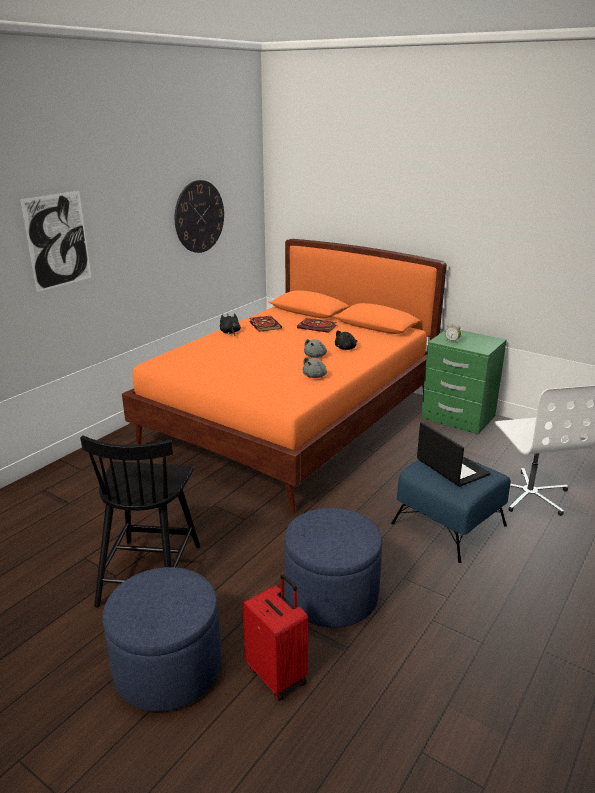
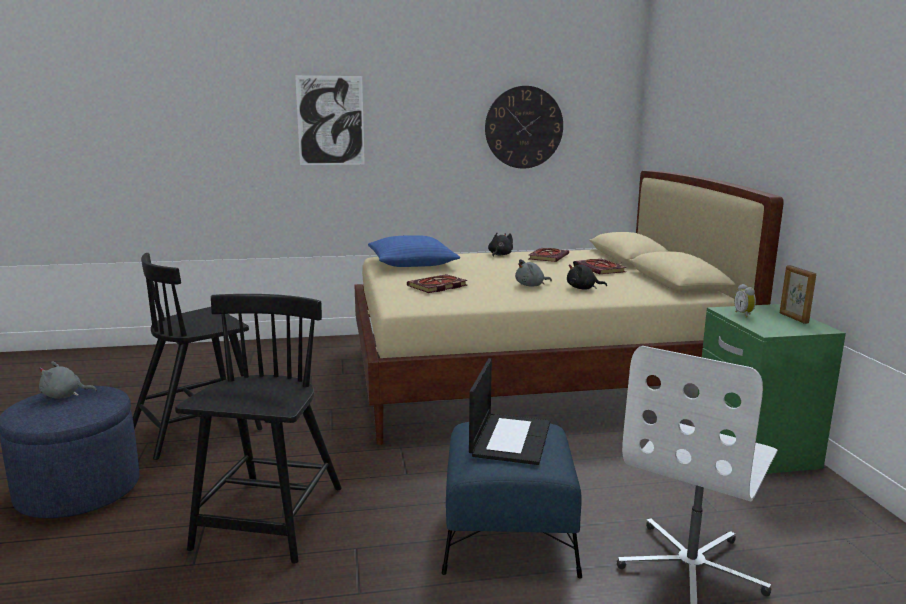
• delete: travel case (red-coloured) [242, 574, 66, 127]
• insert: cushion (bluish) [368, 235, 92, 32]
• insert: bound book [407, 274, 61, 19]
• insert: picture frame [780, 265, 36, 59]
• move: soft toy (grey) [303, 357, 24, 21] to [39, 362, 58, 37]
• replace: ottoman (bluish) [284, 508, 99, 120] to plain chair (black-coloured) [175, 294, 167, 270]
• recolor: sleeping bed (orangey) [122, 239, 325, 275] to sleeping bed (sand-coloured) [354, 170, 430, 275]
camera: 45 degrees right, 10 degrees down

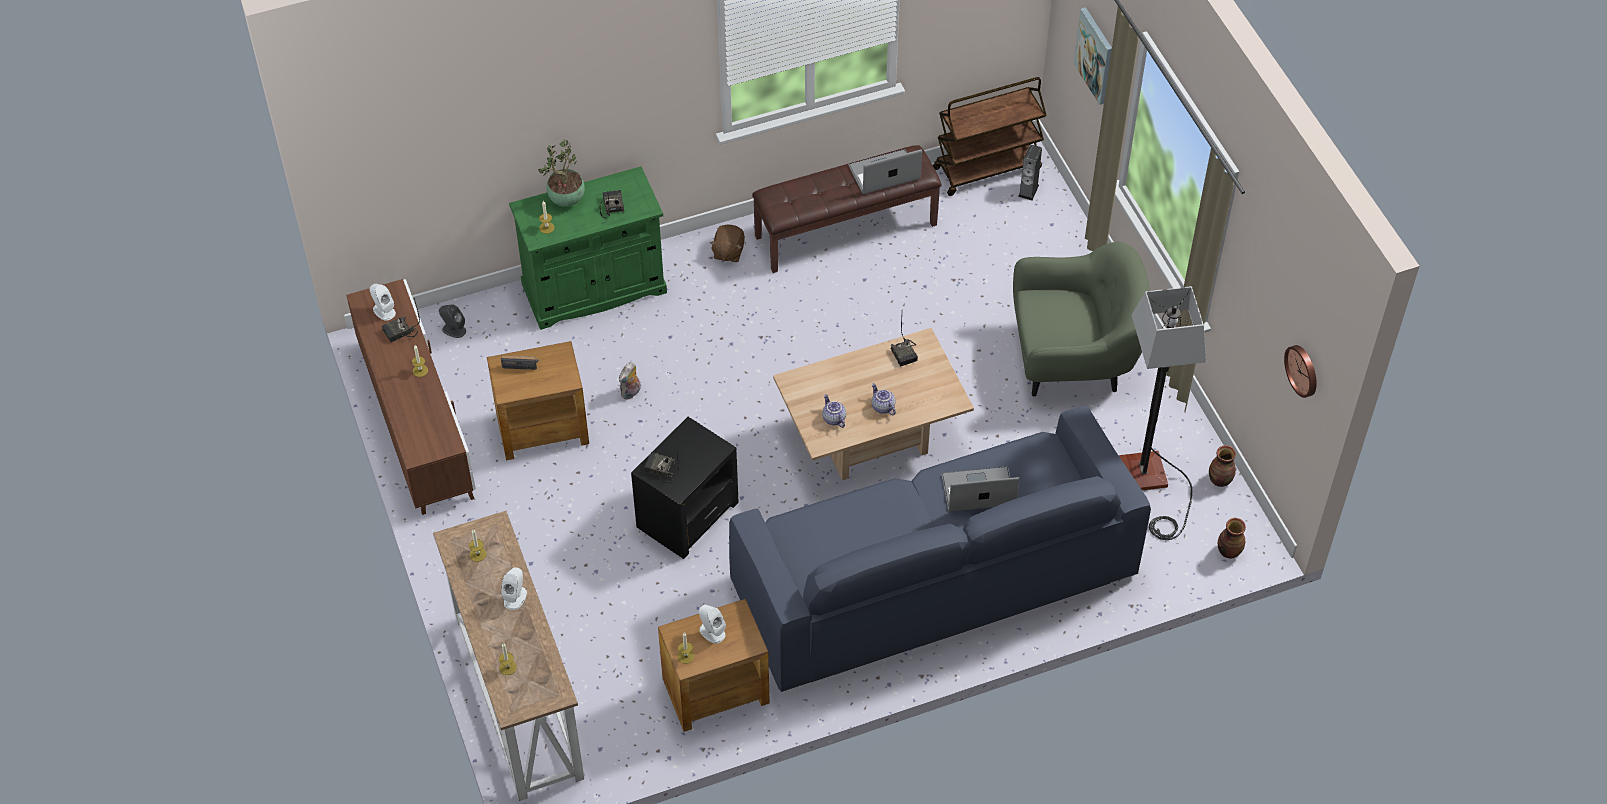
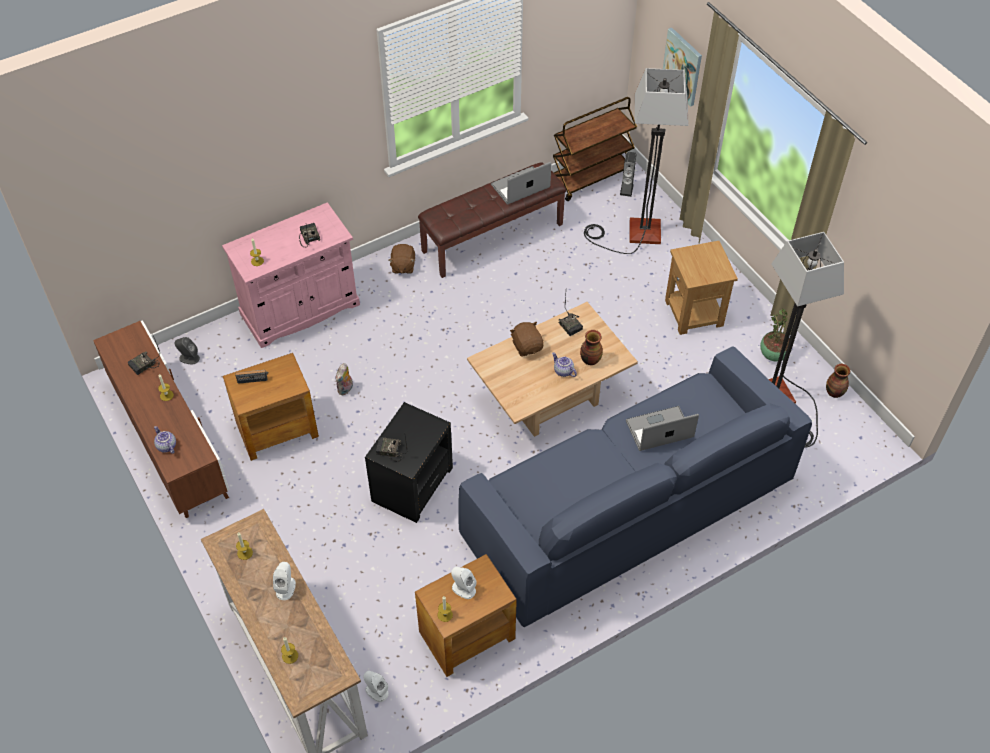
• delete: hanging clock [1284, 345, 33, 53]
• insert: soft toy (brownish) [510, 321, 34, 35]
• insert: standing lamp [584, 68, 105, 186]
• move: audio speaker (white) [370, 284, 26, 37] to [364, 671, 25, 31]
• move: plant in a pot [538, 139, 47, 68] to [761, 309, 29, 53]
• move: teapot [822, 394, 24, 34] to [154, 426, 22, 28]
• move: decorative vase [1218, 518, 28, 40] to [580, 330, 23, 35]
• replace: easy chair (green-coloured) [1013, 242, 137, 155] to end table (brownish) [665, 241, 73, 94]
• recolor: cupboard (green-coloured) [509, 166, 158, 164] to cupboard (pink) [222, 202, 138, 146]
camera: 10 degrees left, 0 degrees up

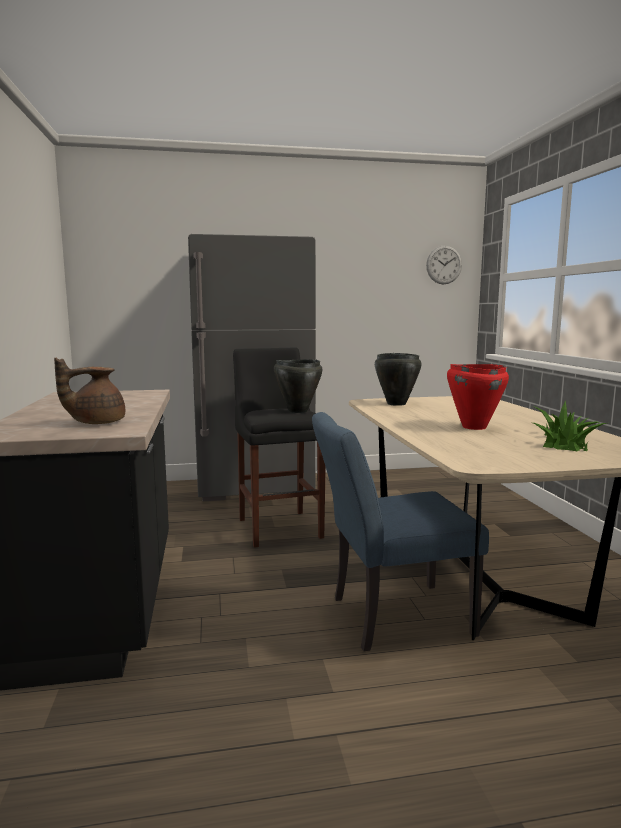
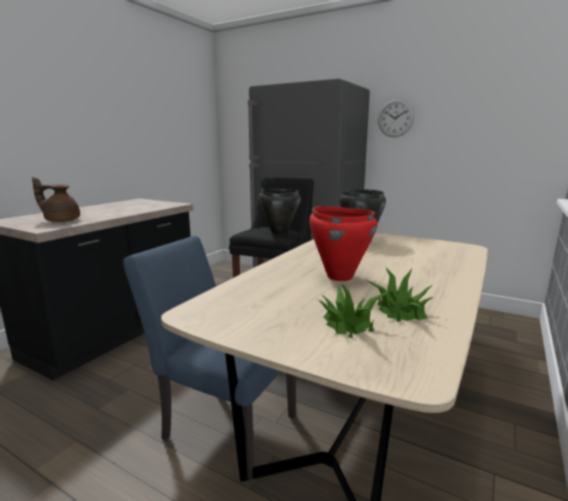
• move: hanging clock [426, 245, 36, 39] to [378, 99, 36, 38]
camera: 40 degrees right, 5 degrees up

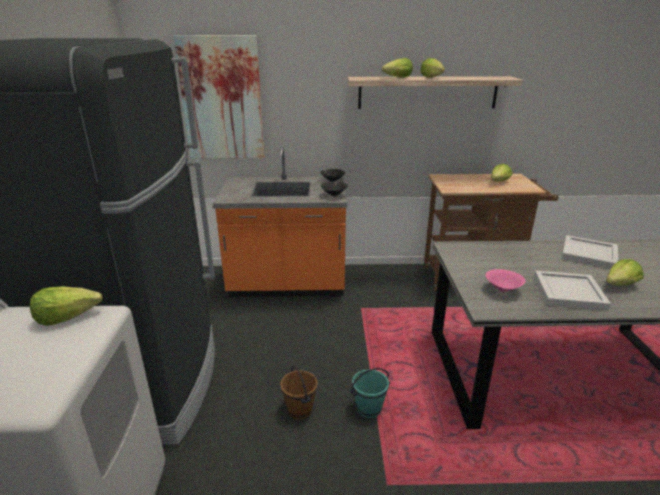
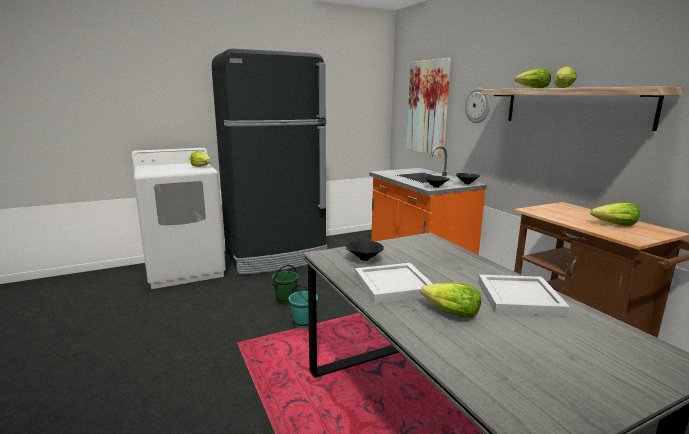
• insert: hanging clock [465, 88, 25, 35]
• recolor: water bucket (brownish) [280, 365, 38, 55] to water bucket (green-coloured) [272, 265, 26, 39]
• recolor: deep dish (pink) [485, 269, 41, 24] to deep dish (black-coloured) [345, 240, 39, 21]
camera: 65 degrees right, 10 degrees down

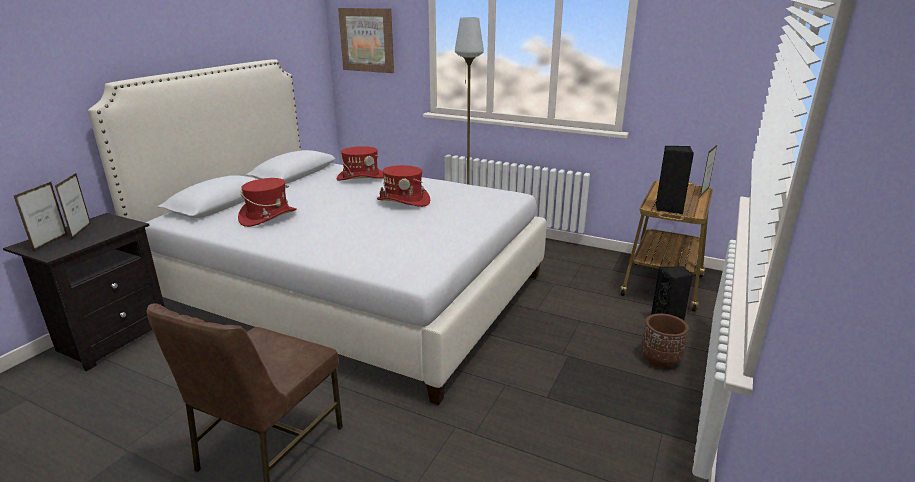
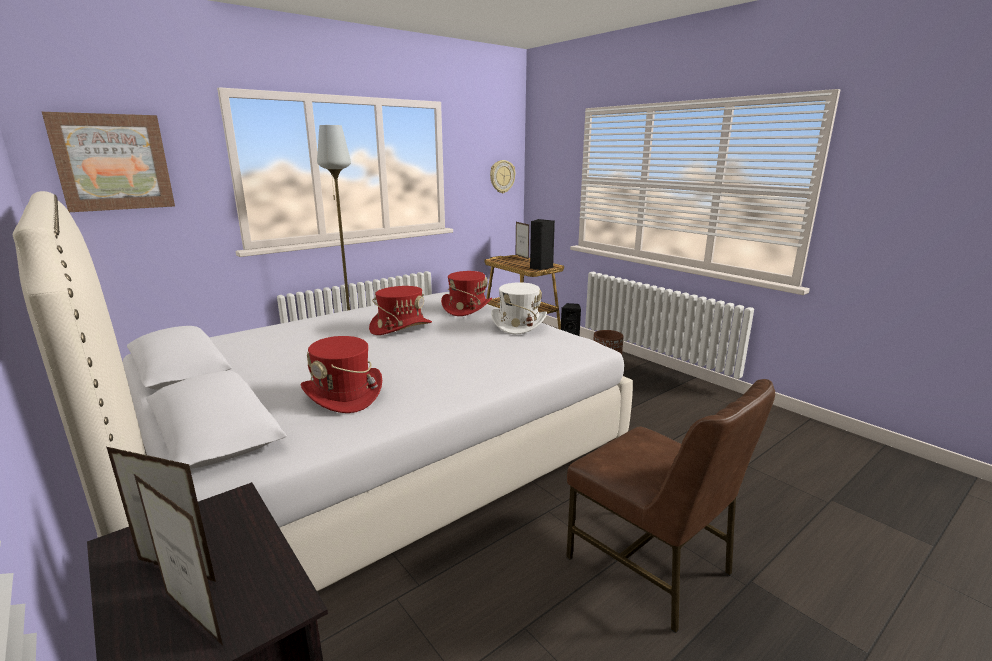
• insert: hanging clock [490, 160, 25, 33]
• insert: wearable hat (white) [491, 282, 56, 52]
• move: wearable hat (red-coloured) [336, 146, 48, 35] to [441, 271, 51, 45]
camera: 65 degrees left, 5 degrees down

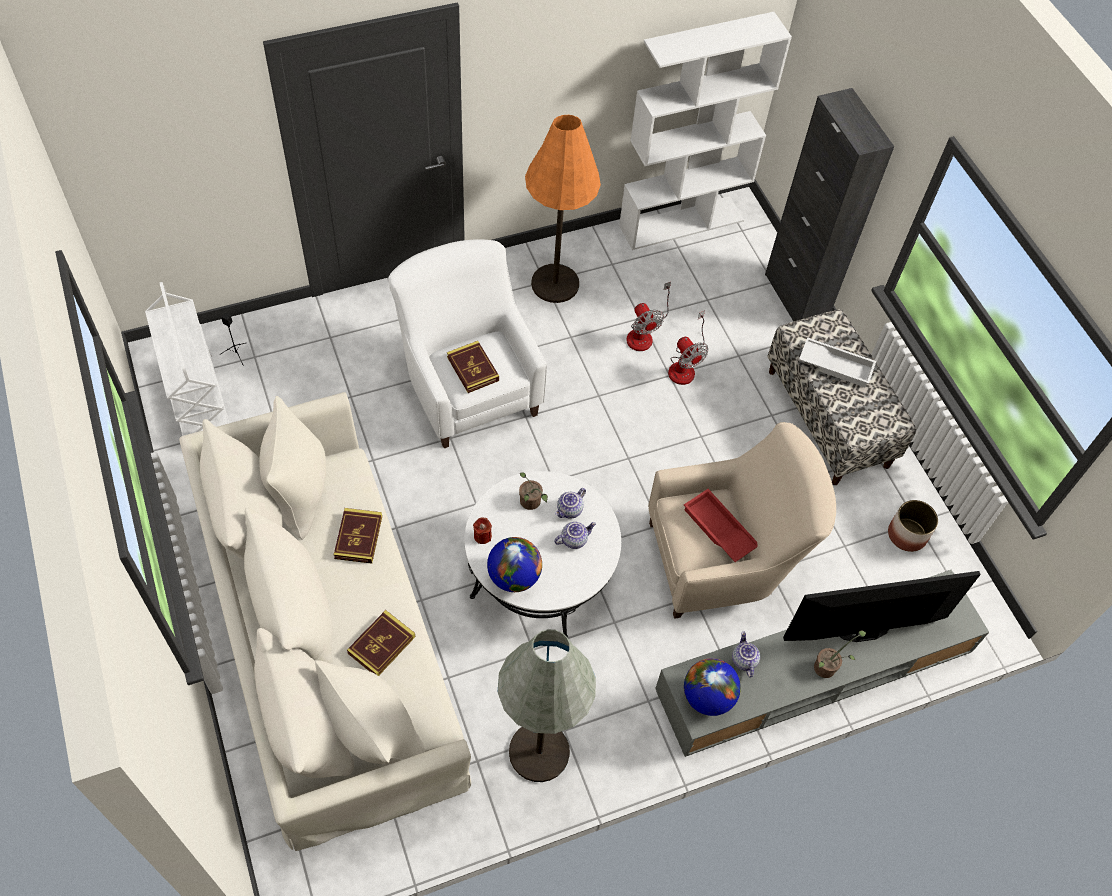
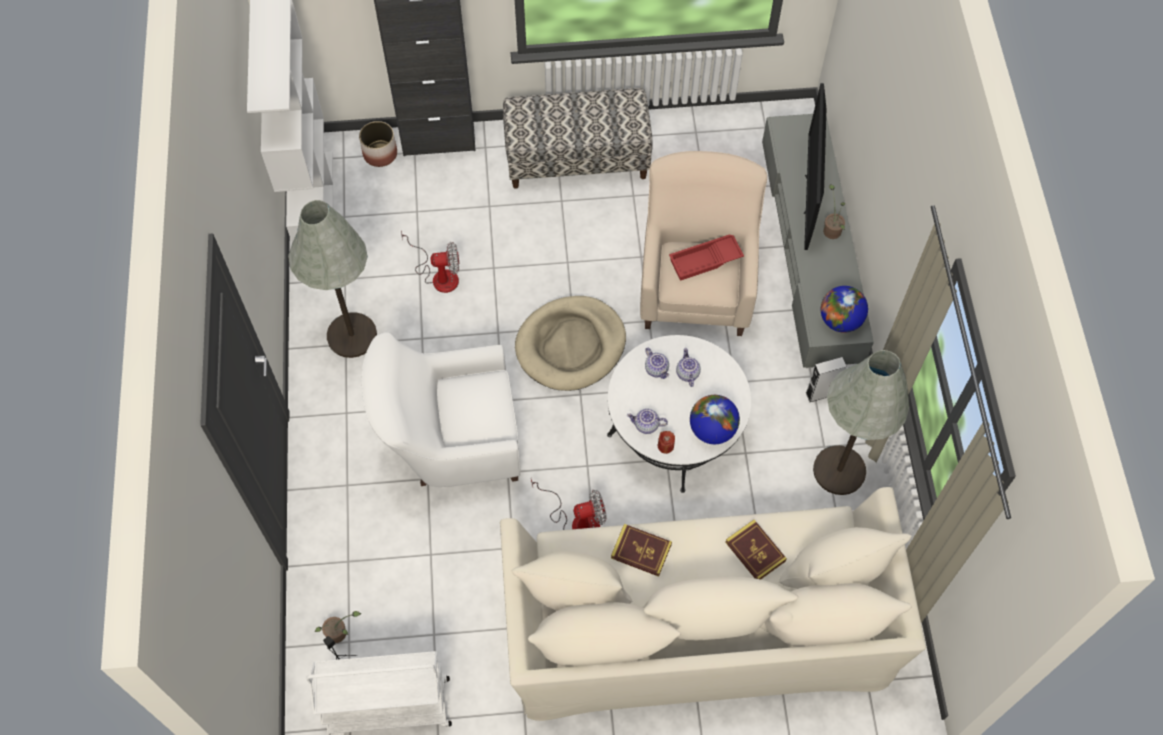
• delete: bound book [447, 341, 52, 52]
• delete: carrying tray (white) [799, 337, 77, 50]
• insert: dog bed (sand-coloured) [515, 296, 111, 95]
• insert: audio speaker (grey) [806, 357, 41, 45]
• move: plant in a pot [519, 472, 29, 38] to [315, 611, 46, 32]
• move: electric fan [668, 310, 40, 75] to [531, 479, 76, 51]
• move: teapot [732, 631, 28, 47] to [627, 409, 41, 25]
• move: flower pot [888, 500, 50, 52] to [359, 121, 38, 46]
• recolor: standing lamp (orangey) [525, 115, 76, 188] to standing lamp (grey) [288, 200, 89, 158]
camera: 70 degrees left, 5 degrees up

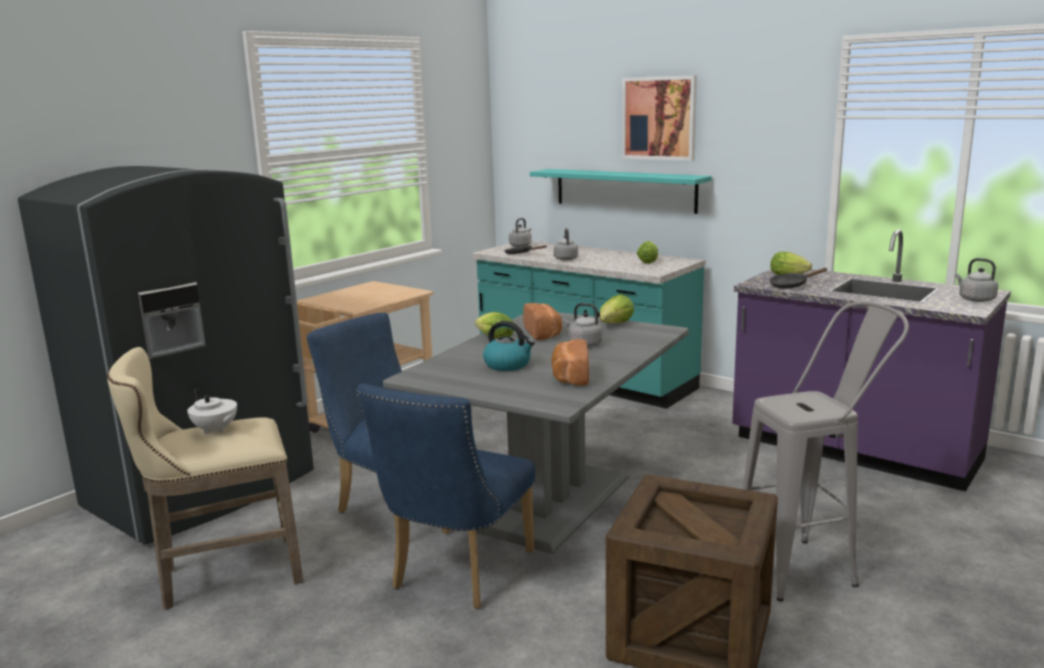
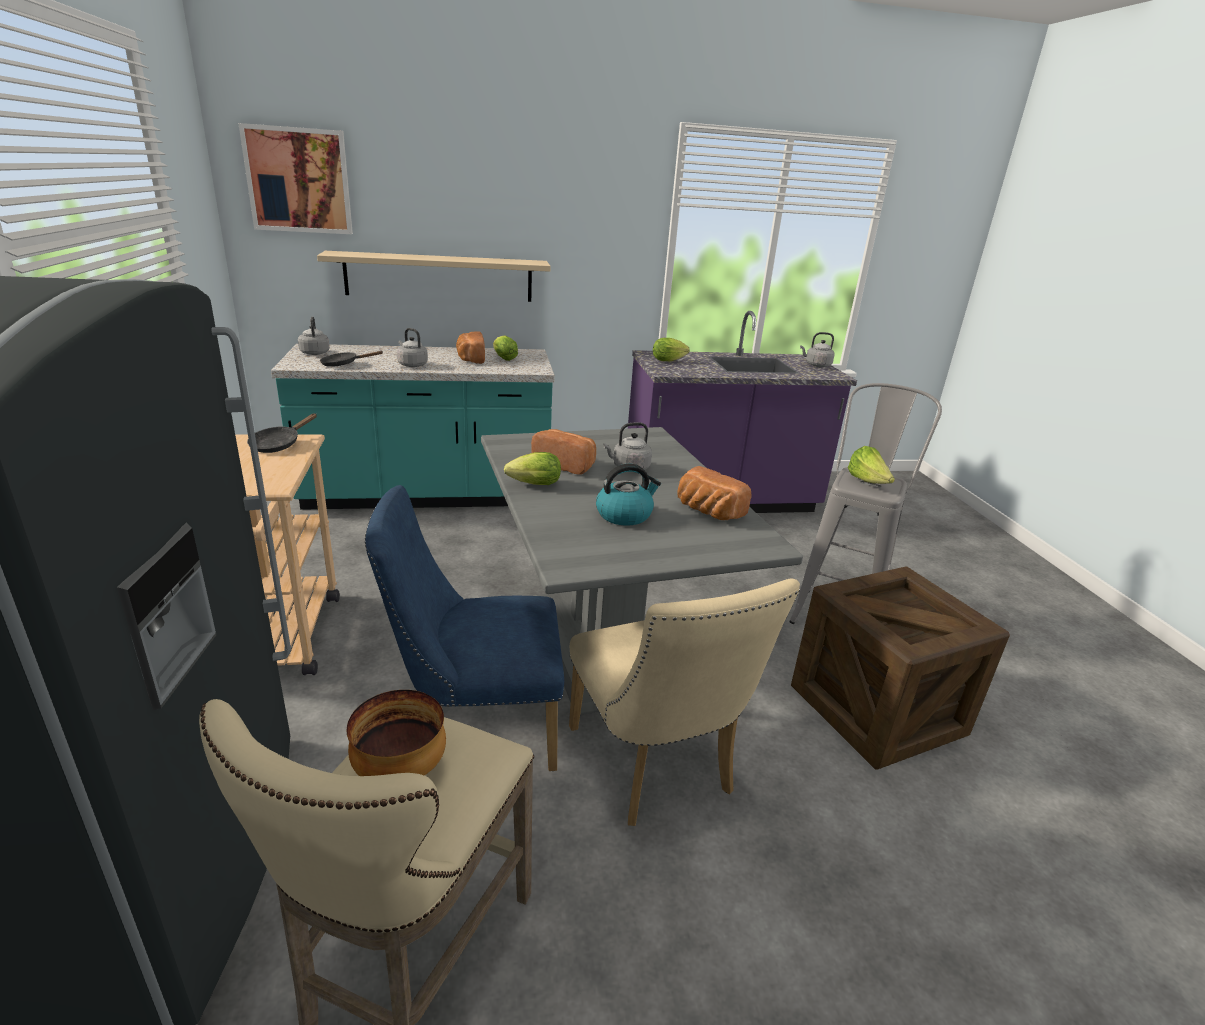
• insert: bakery bread [456, 331, 29, 33]
• move: head of lettuce [600, 294, 34, 29] to [848, 446, 47, 38]
• move: wall picture [622, 75, 75, 86] to [238, 123, 115, 111]
• move: frying pan (black-coloured) [769, 268, 59, 21] to [247, 414, 70, 39]
• replace: teapot (white) [187, 387, 50, 47] to deep dish [347, 690, 99, 86]
• recolor: plain chair (bluish) [356, 384, 179, 225] to plain chair (sand-coloured) [569, 579, 231, 247]
• recolor: shelf (turquoise-coloured) [530, 169, 182, 45] to shelf (sand-coloured) [317, 251, 234, 51]
camera: 50 degrees left, 10 degrees up

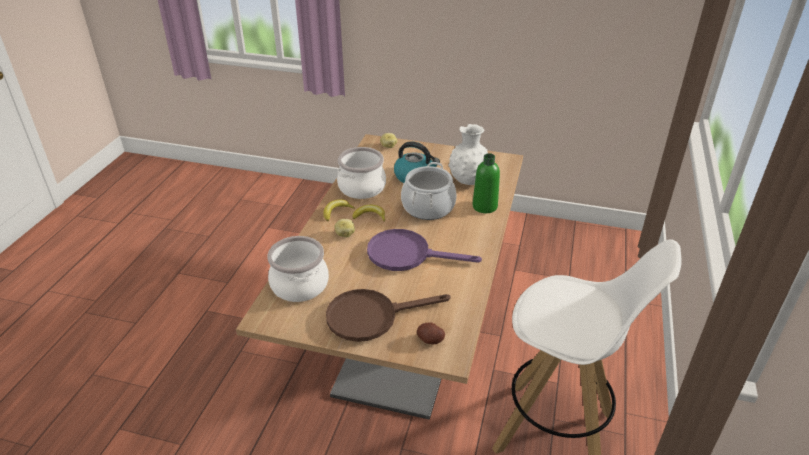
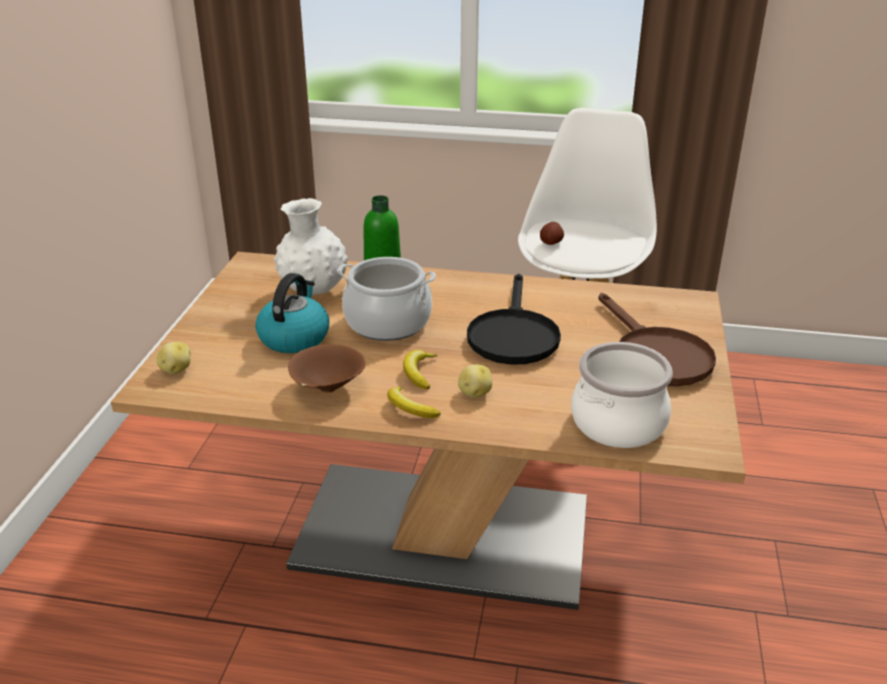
• move: spud [417, 322, 28, 22] to [540, 222, 24, 23]
• replace: cooking pot [337, 147, 49, 52] to deep dish (brownish) [288, 344, 77, 49]
• recolor: frying pan (purplish) [367, 229, 115, 42] to frying pan (black-coloured) [467, 274, 94, 91]
camera: 95 degrees left, 5 degrees down

